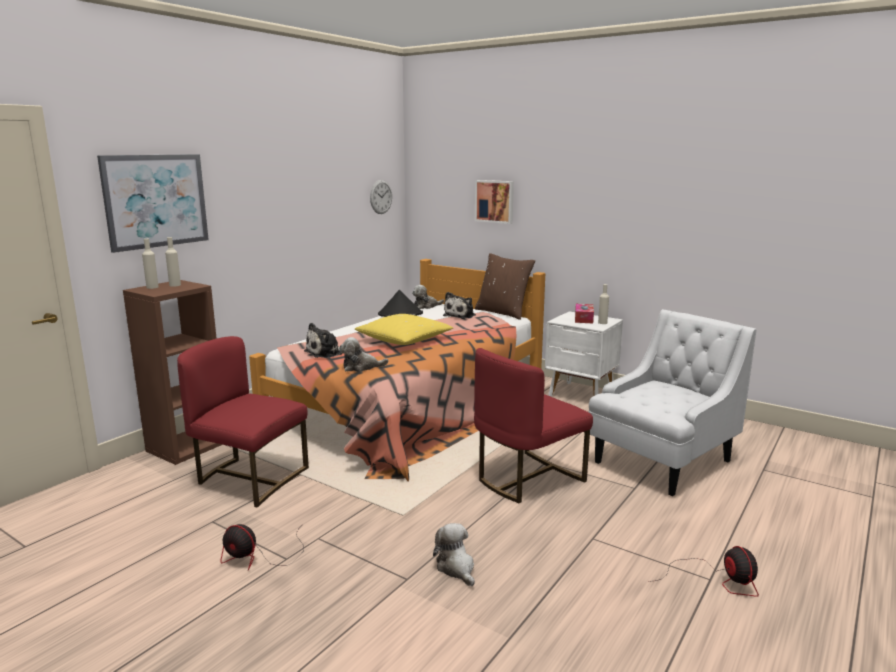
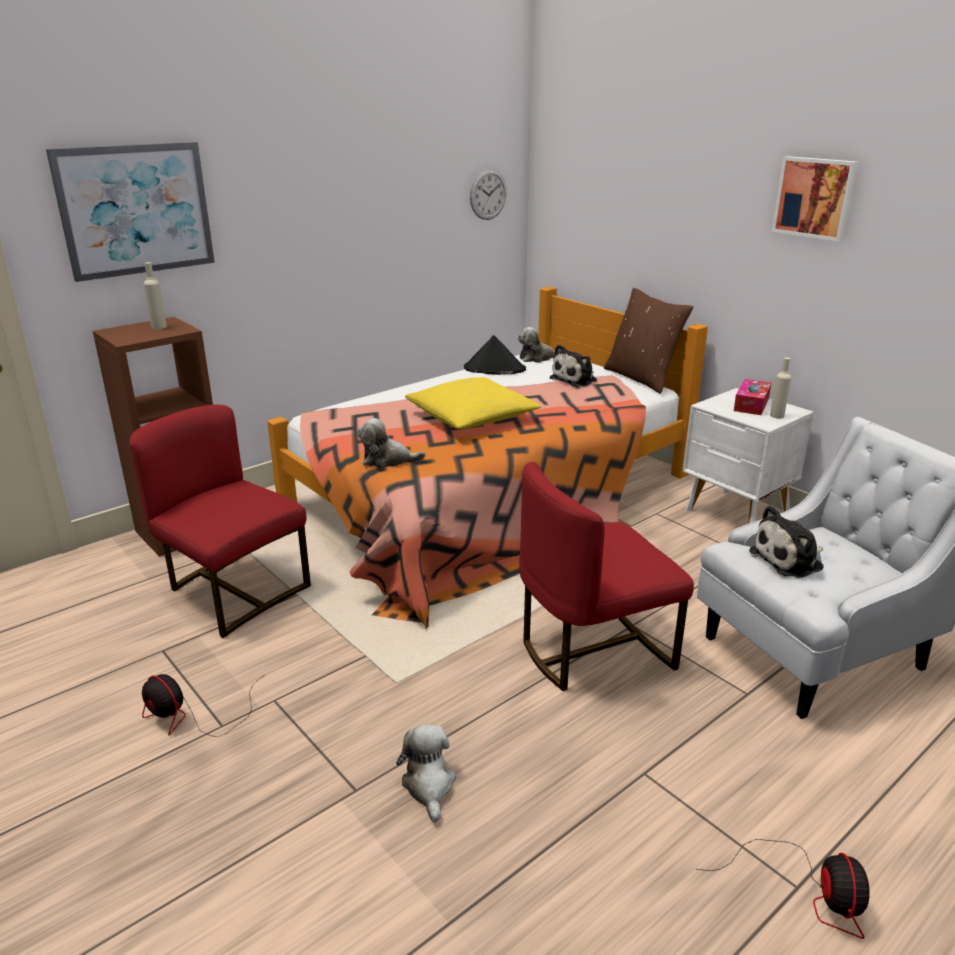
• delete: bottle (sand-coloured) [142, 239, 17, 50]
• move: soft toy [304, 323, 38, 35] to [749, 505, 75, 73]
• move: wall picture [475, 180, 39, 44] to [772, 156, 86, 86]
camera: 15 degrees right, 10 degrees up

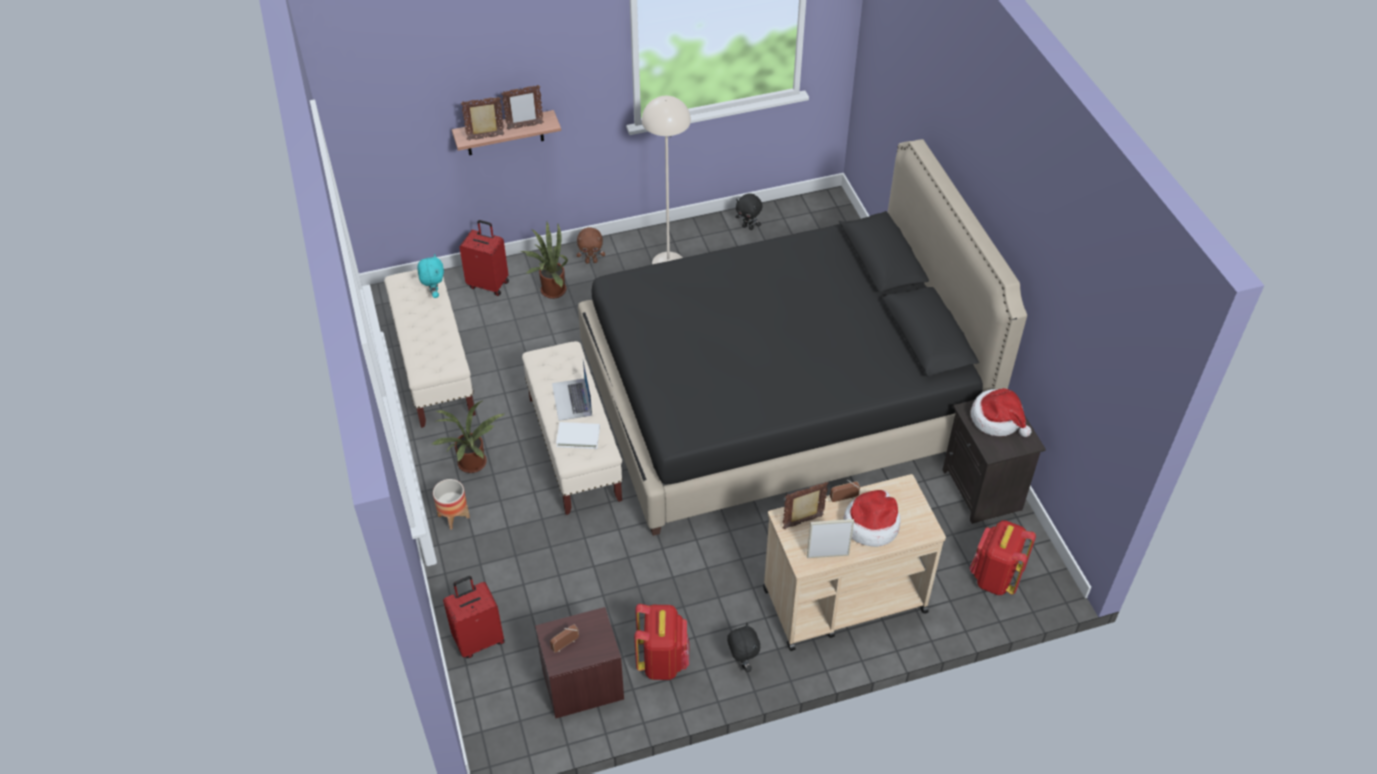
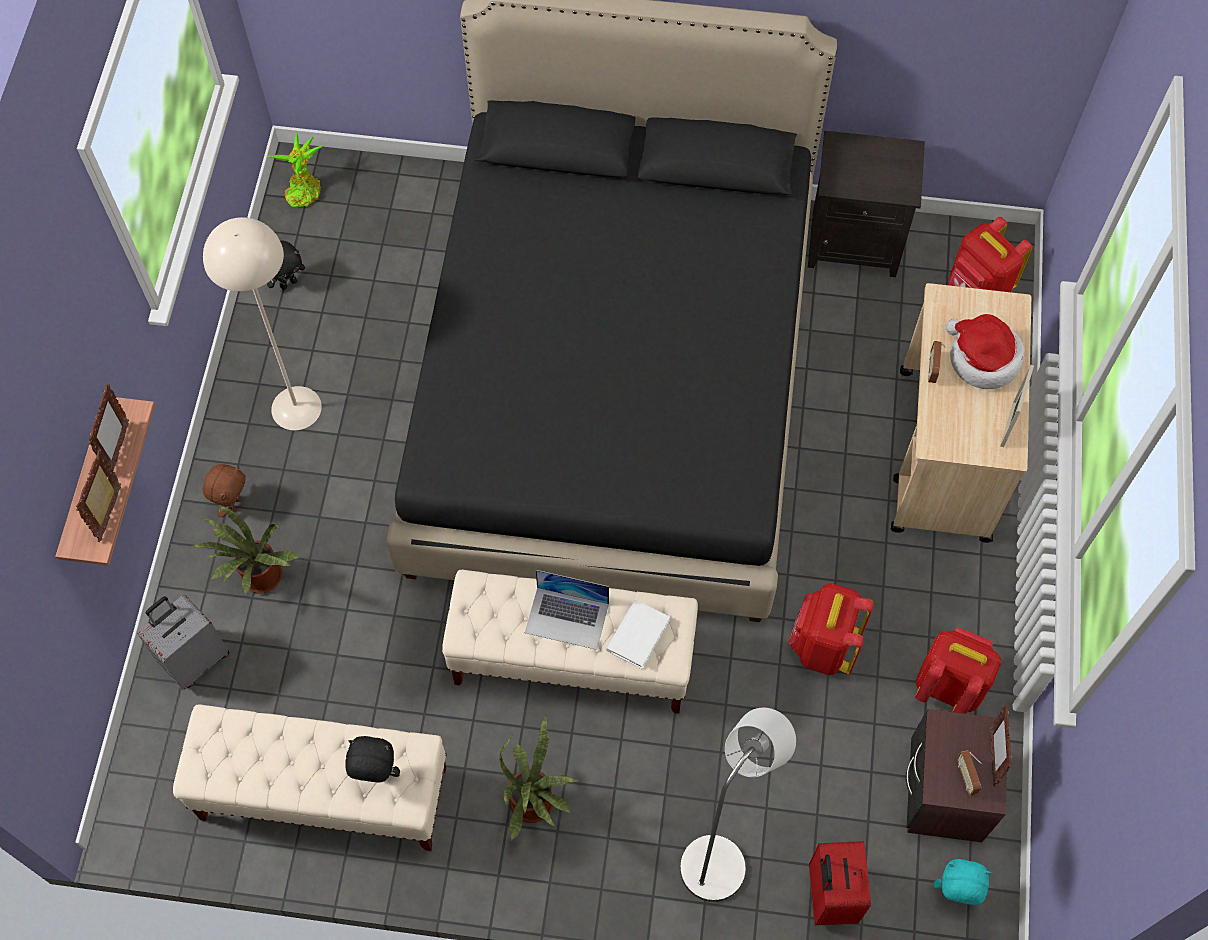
• delete: flower pot [433, 479, 37, 51]
• delete: wearable hat [970, 388, 61, 49]
• insert: plant in a pot [268, 132, 55, 75]
• insert: standing lamp (grey) [680, 708, 116, 194]
• insert: backpack (red-coloured) [788, 583, 86, 92]
• move: soft toy (turquoise-coloured) [418, 254, 26, 44] to [934, 859, 57, 46]
• move: soft toy (black-coloured) [727, 623, 33, 49] to [345, 736, 55, 47]
• move: picture frame [783, 482, 46, 47] to [990, 703, 22, 84]
• recolor: travel case (red-coloured) [459, 220, 50, 76] to travel case (grey) [138, 595, 92, 95]
camera: 65 degrees left, 15 degrees up

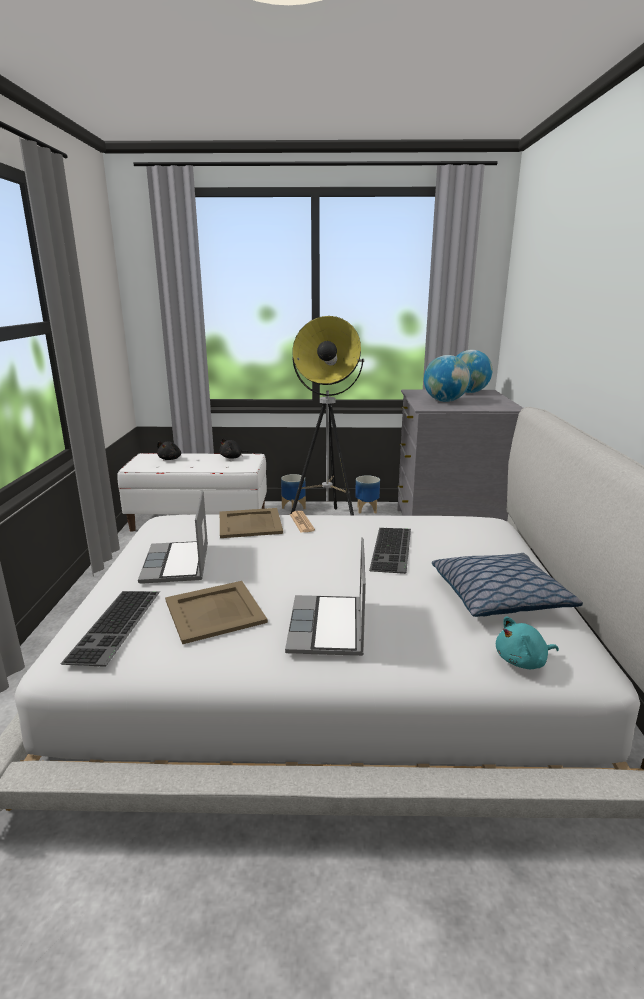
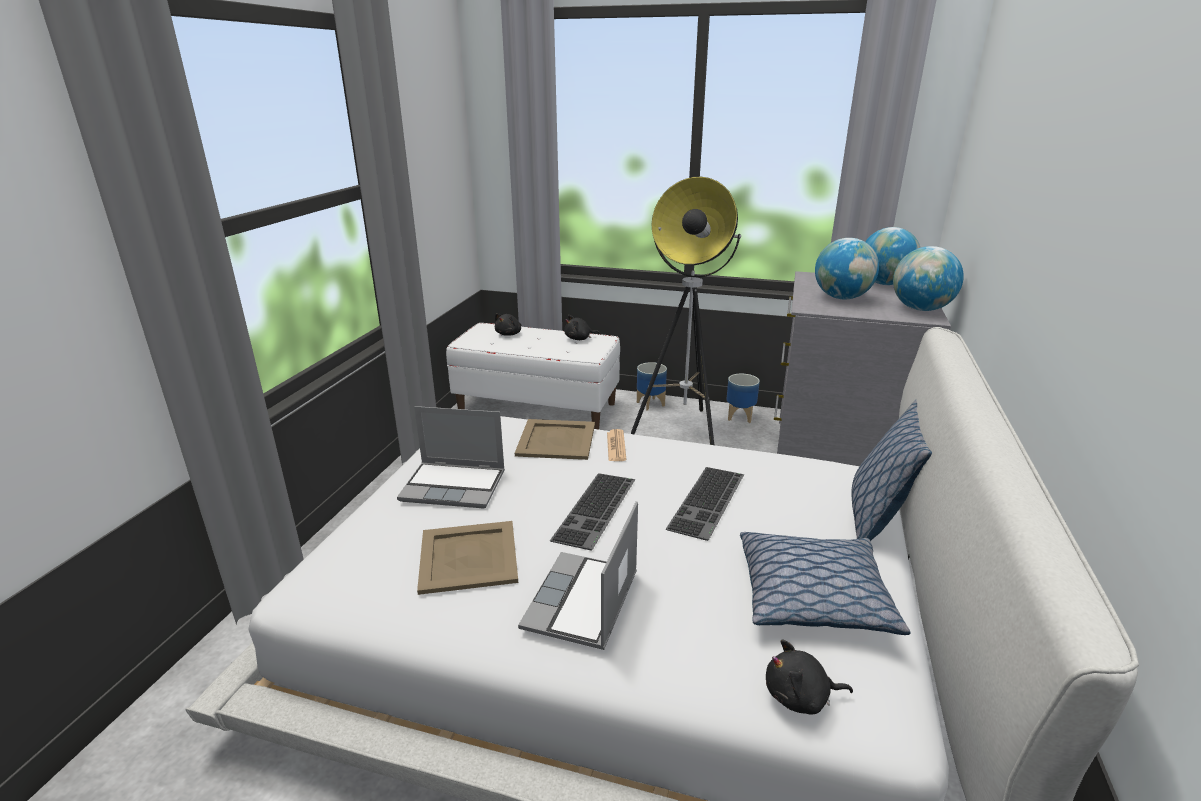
• insert: cushion [851, 400, 81, 141]
• insert: desk globe [893, 246, 71, 65]
• move: keyboard [60, 591, 100, 76] to [550, 473, 85, 78]
• recolor: soft toy (turquoise-coloured) [496, 617, 63, 52] to soft toy (black-coloured) [766, 639, 87, 76]
• rotate: laptop [138, 490, 70, 94] = [397, 406, 108, 103] 90 degrees counterclockwise
camera: 15 degrees right, 5 degrees up

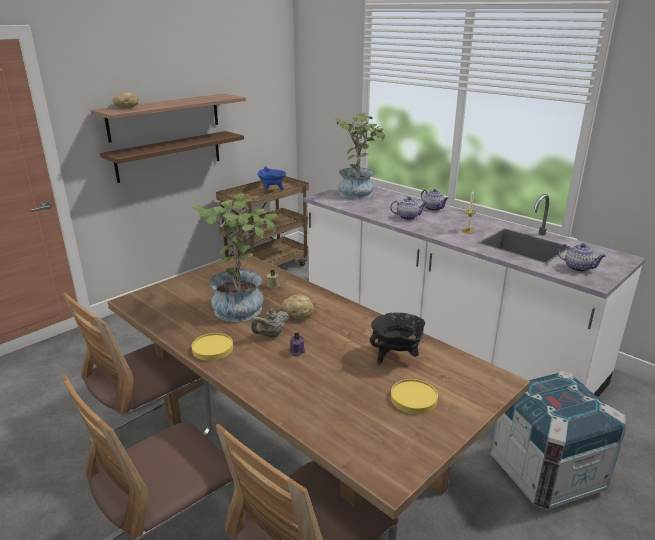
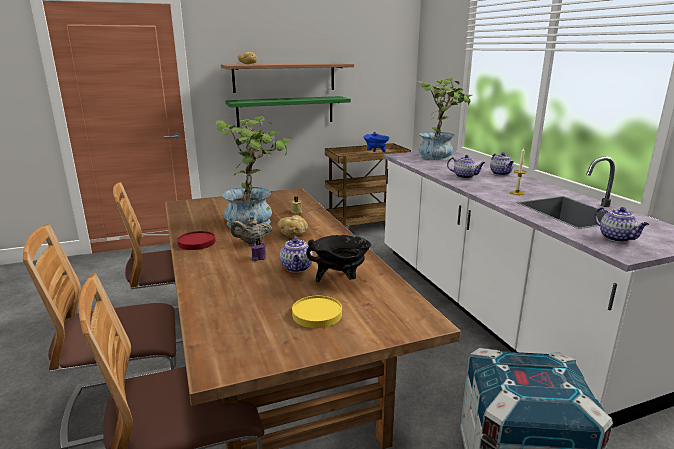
• insert: teapot [280, 236, 33, 36]
• recolor: shelf (brownish) [100, 131, 144, 52] to shelf (green-coloured) [225, 96, 126, 31]
• recolor: flat dish (yellow-coloured) [192, 333, 41, 28] to flat dish (red-coloured) [177, 231, 38, 19]
camera: 25 degrees right, 5 degrees down

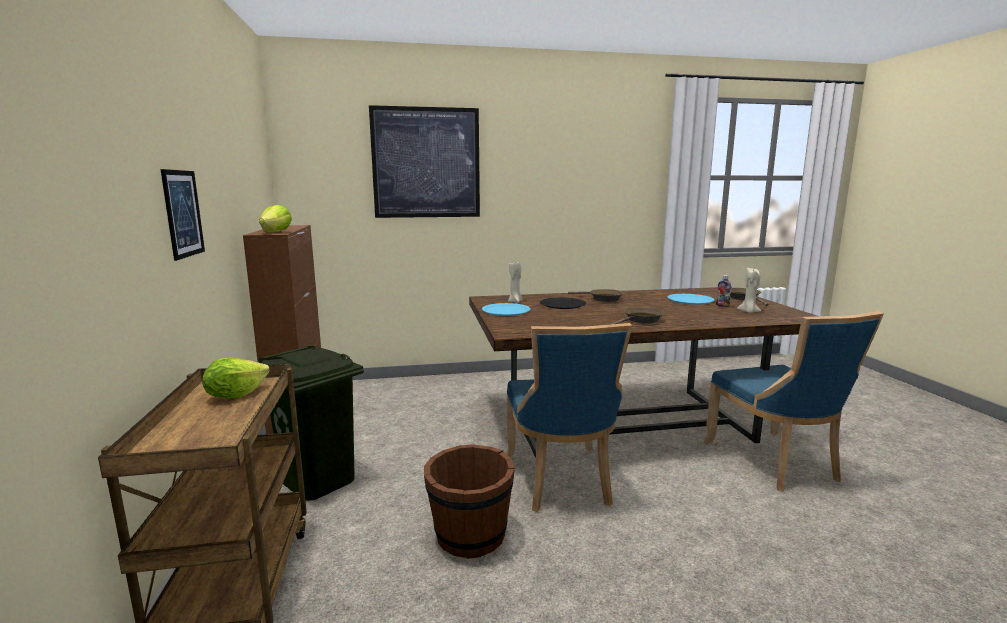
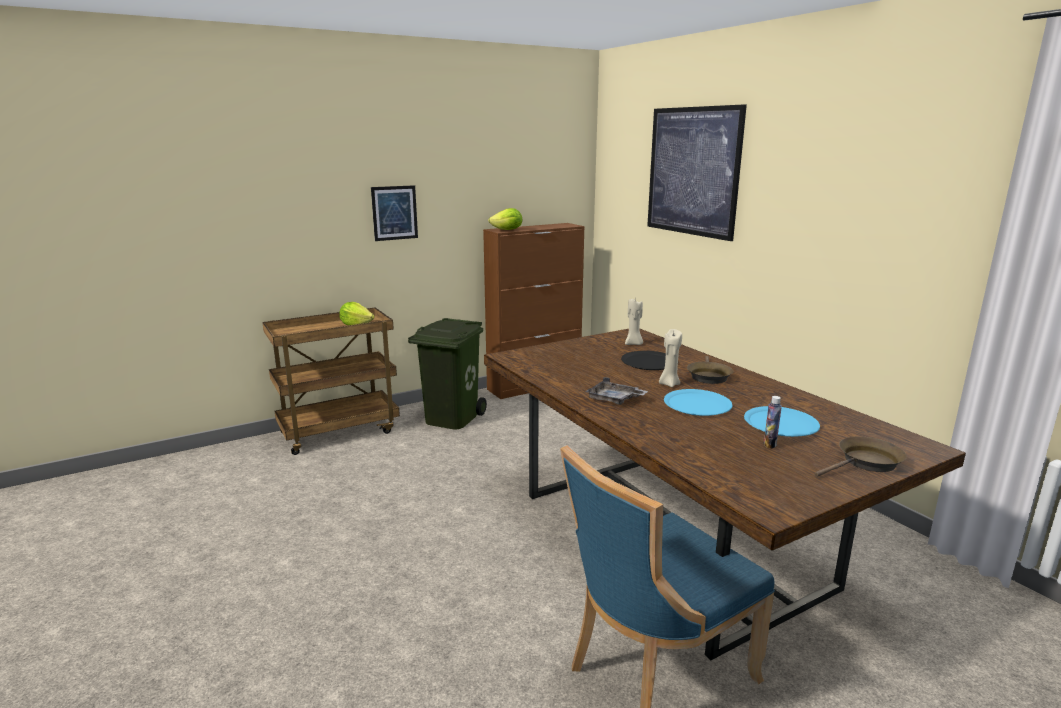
• delete: water bucket (brownish) [424, 444, 91, 115]
• delete: plain chair (bluish) [506, 323, 126, 189]
• move: flat dish (bluish) [482, 303, 48, 13] to [664, 389, 68, 27]
• move: wax light (sand-coloured) [737, 268, 24, 45] to [659, 329, 23, 58]
• replace: frying pan (brownish) [610, 307, 54, 18] to carrying tray (grey) [585, 377, 63, 28]
camera: 70 degrees right, 5 degrees up

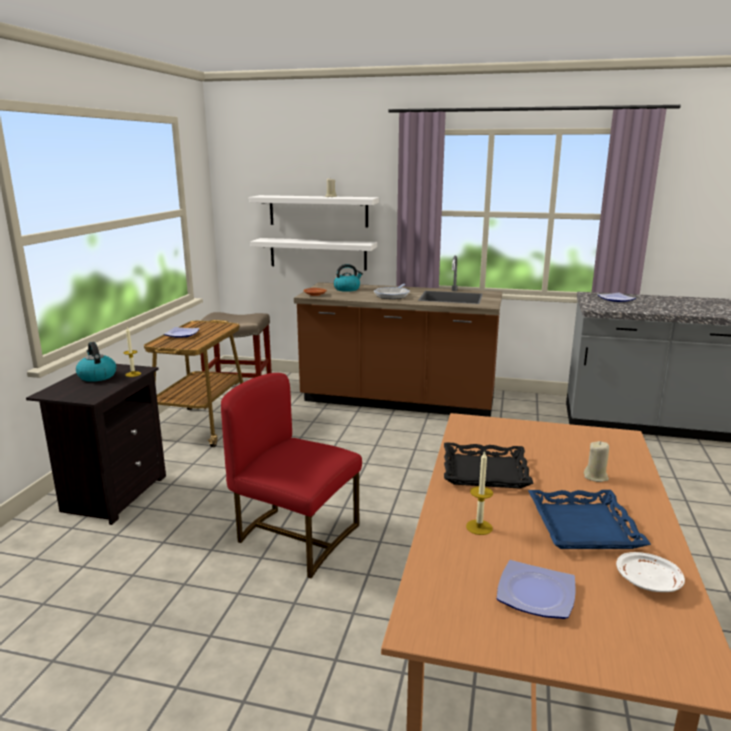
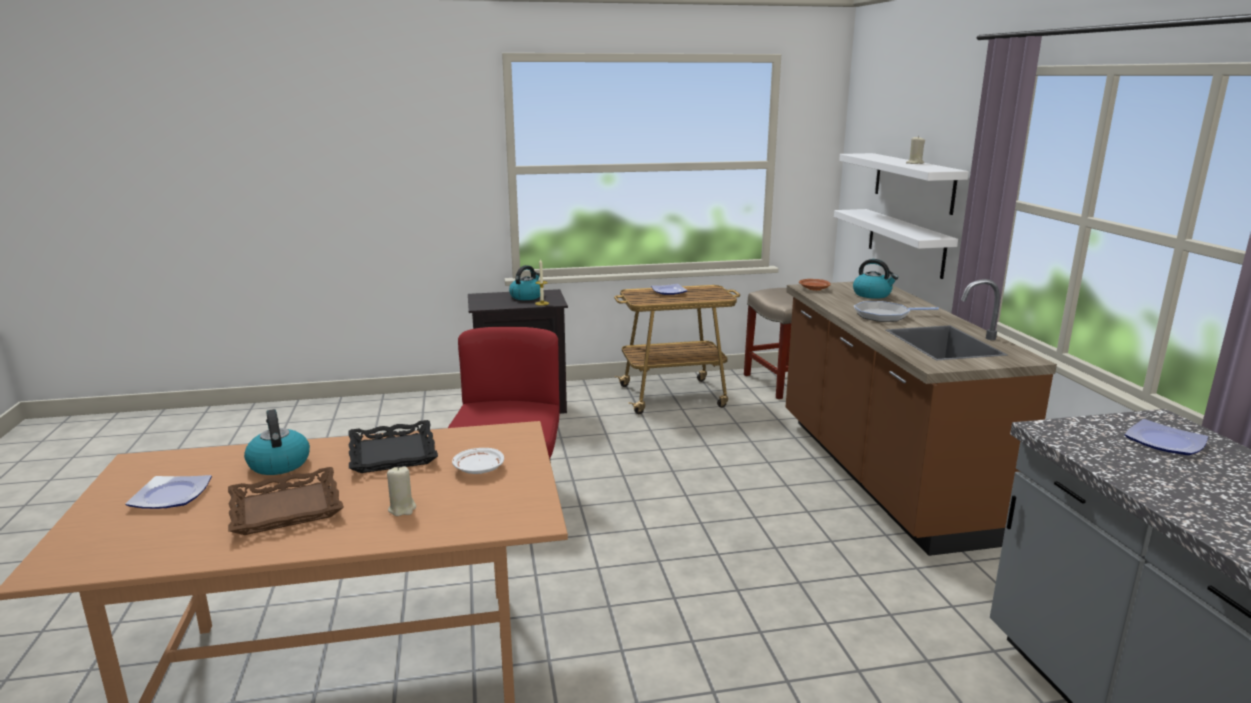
• move: flat dish (white) [616, 552, 69, 40] to [452, 448, 52, 26]
• replace: wax light [466, 451, 27, 84] to water kettle [244, 409, 66, 66]
• recolor: carrying tray (bluish) [528, 490, 123, 59] to carrying tray (brownish) [228, 467, 116, 68]
camera: 65 degrees right, 0 degrees up

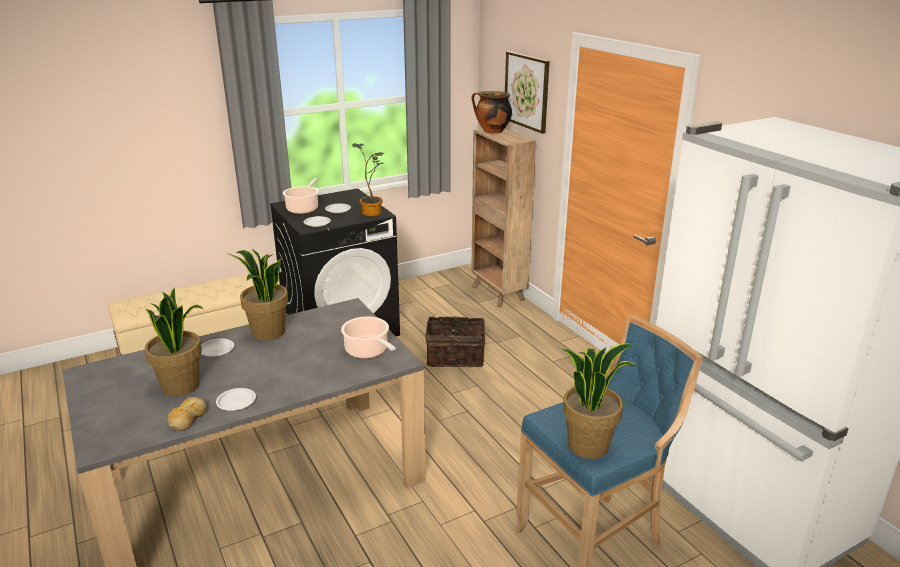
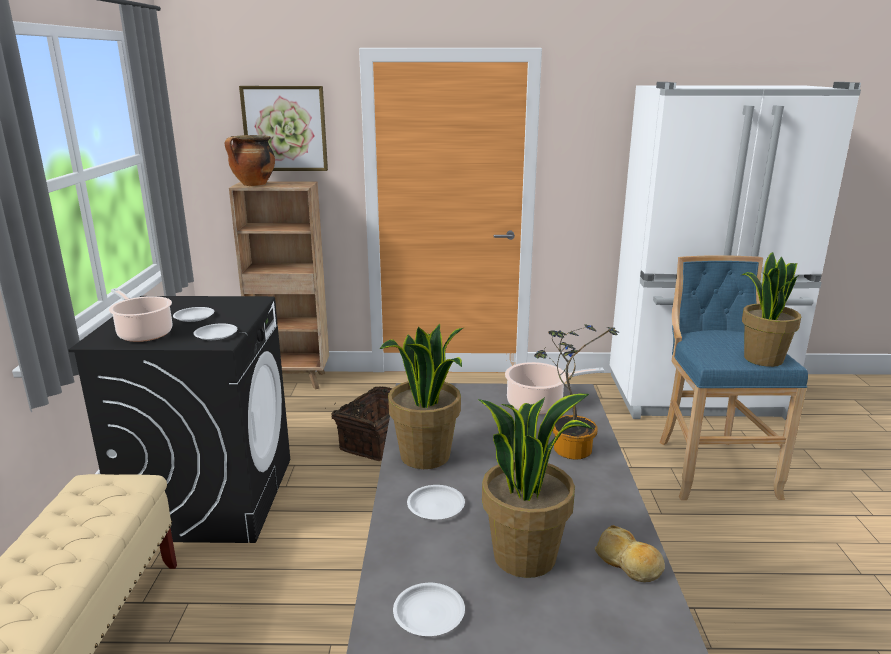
• move: flat dish (white) [216, 388, 40, 23] to [393, 583, 72, 53]
• move: plant in a pot [352, 143, 32, 74] to [534, 325, 86, 135]
camera: 60 degrees left, 5 degrees down

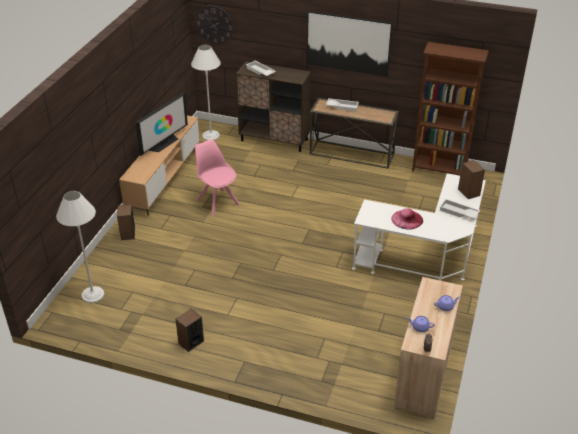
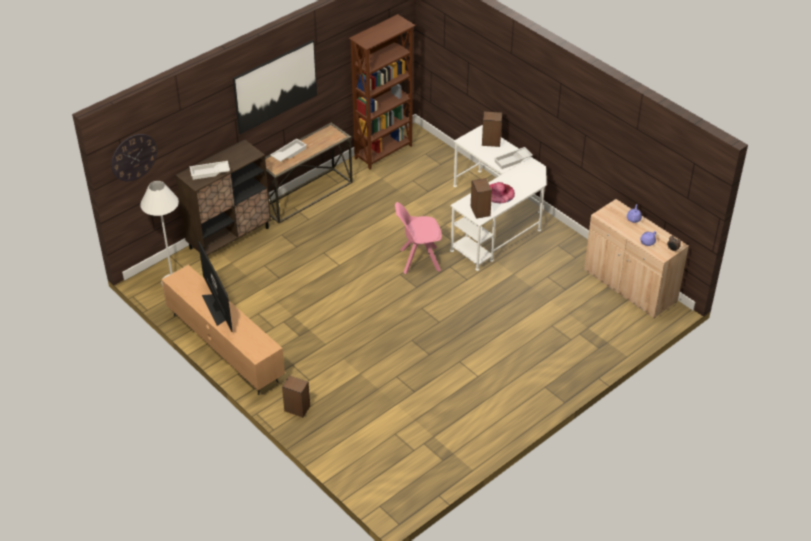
• delete: standing lamp (white) [56, 191, 49, 112]
• move: audio speaker [175, 309, 29, 43] to [471, 178, 21, 41]
• move: plain chair (pink) [195, 139, 45, 77] to [395, 202, 47, 72]
camera: 60 degrees left, 5 degrees up

